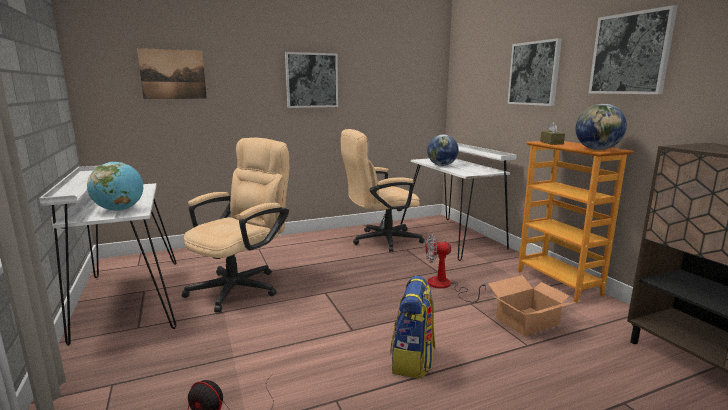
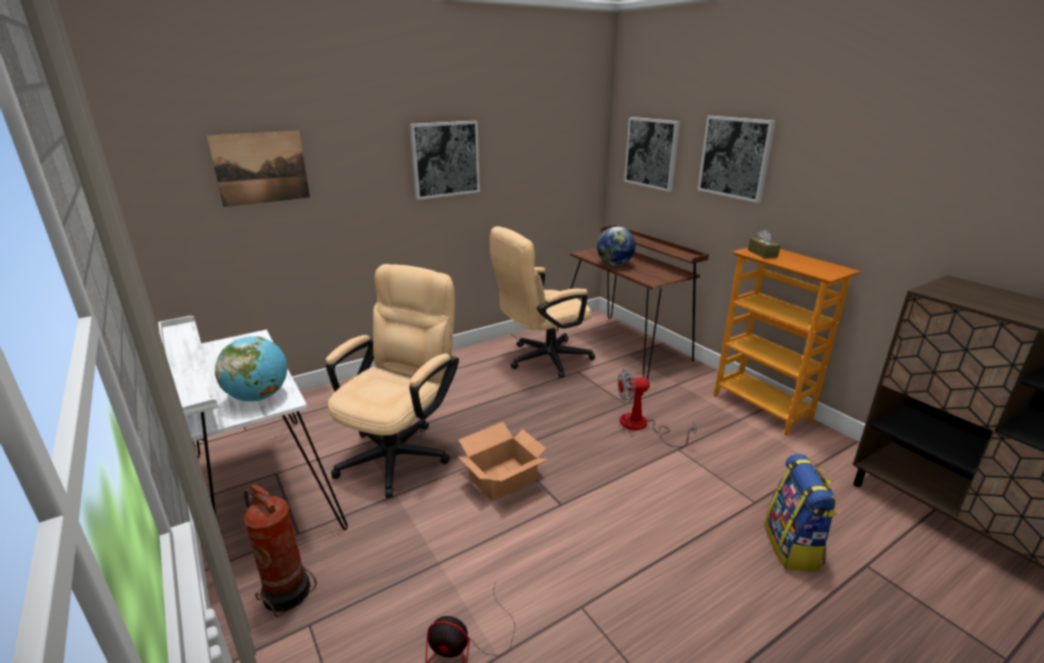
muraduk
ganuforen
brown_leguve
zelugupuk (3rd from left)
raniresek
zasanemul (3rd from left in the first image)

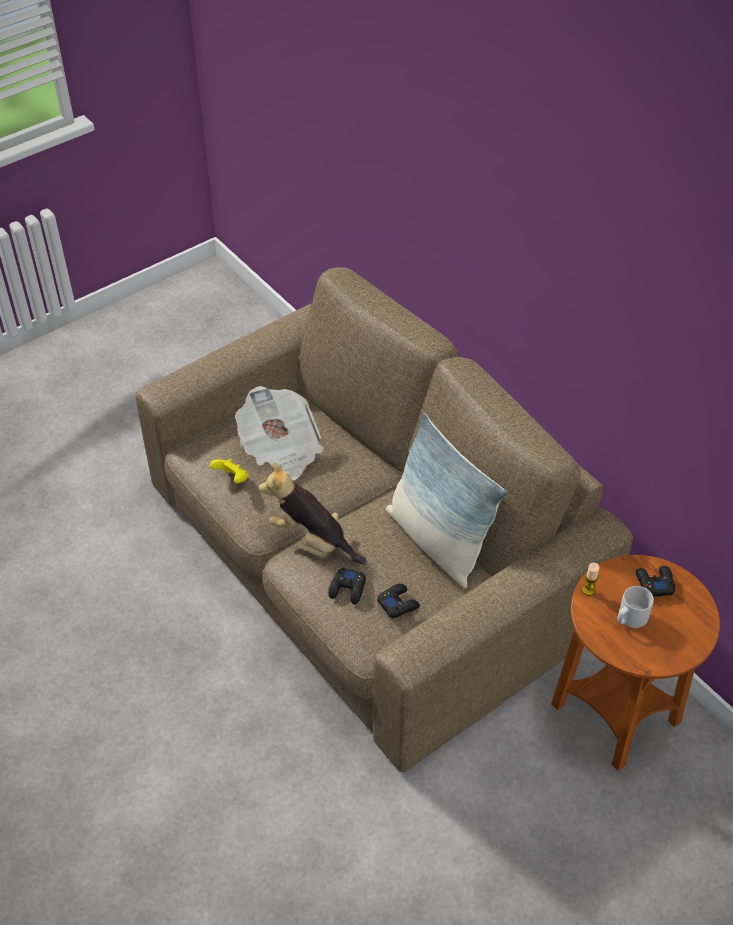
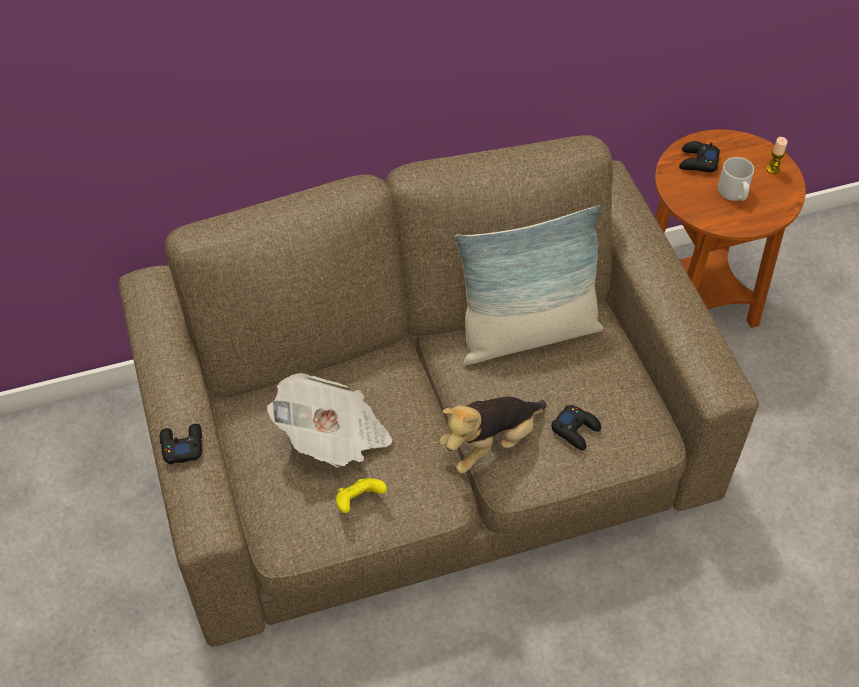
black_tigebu (1st from left)
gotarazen

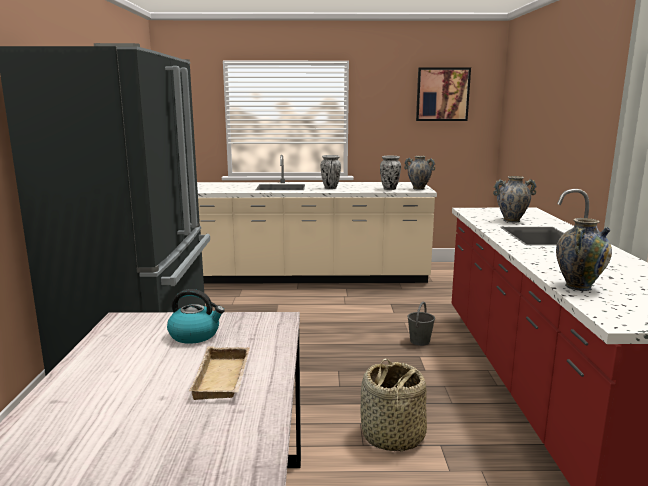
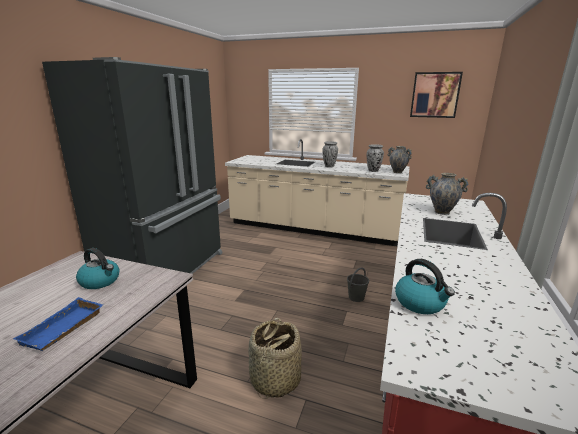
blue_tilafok
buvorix (2nd from left)

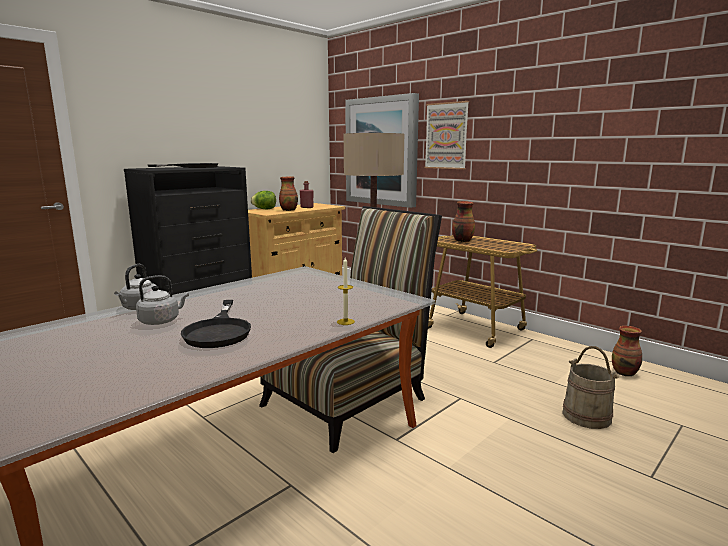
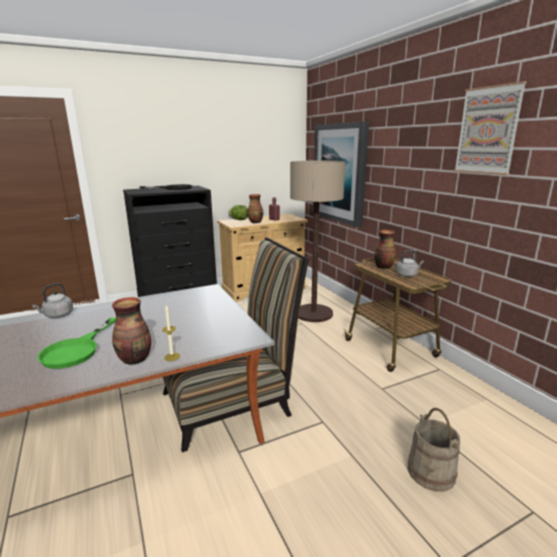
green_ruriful
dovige (1st from left)
grey_buvorix (2nd from left)
zelugupuk (2nd from left)

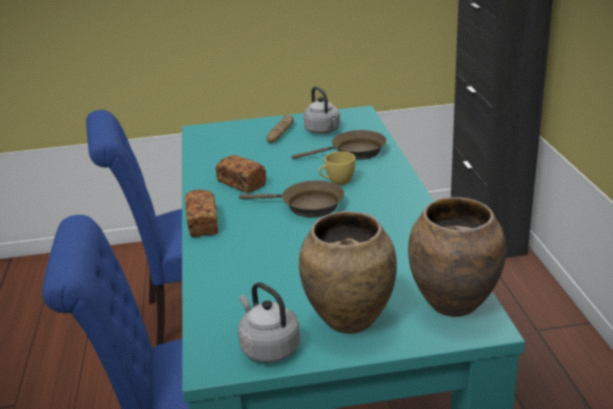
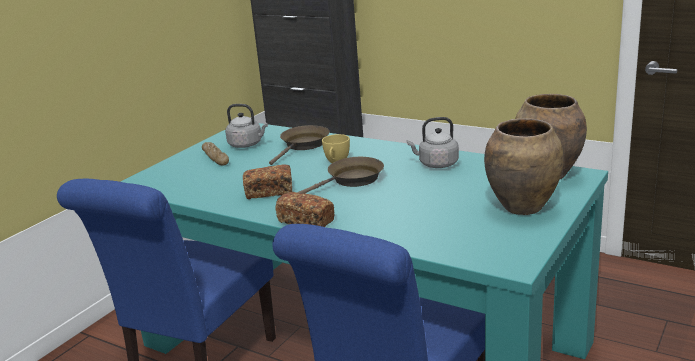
grey_buvorix (2nd from left)

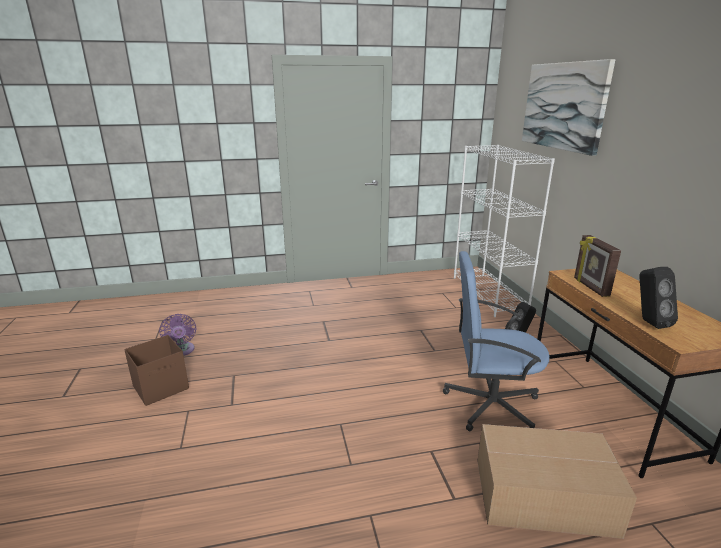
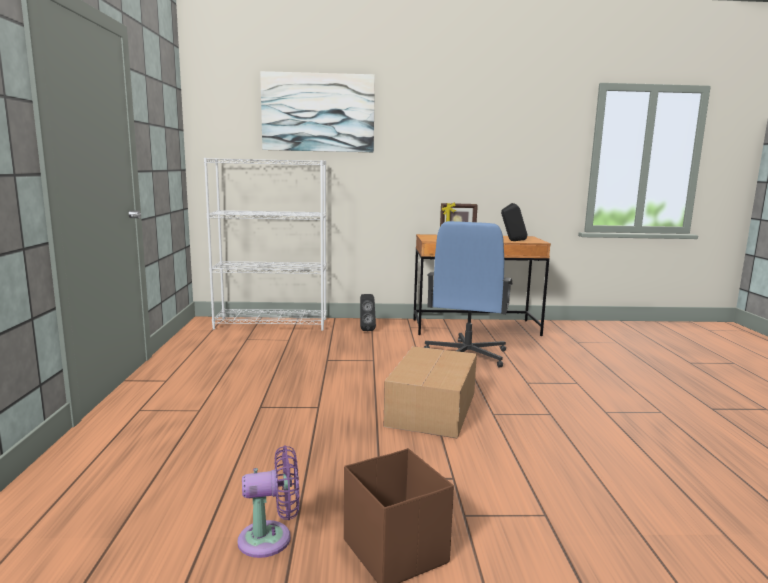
ganuforen

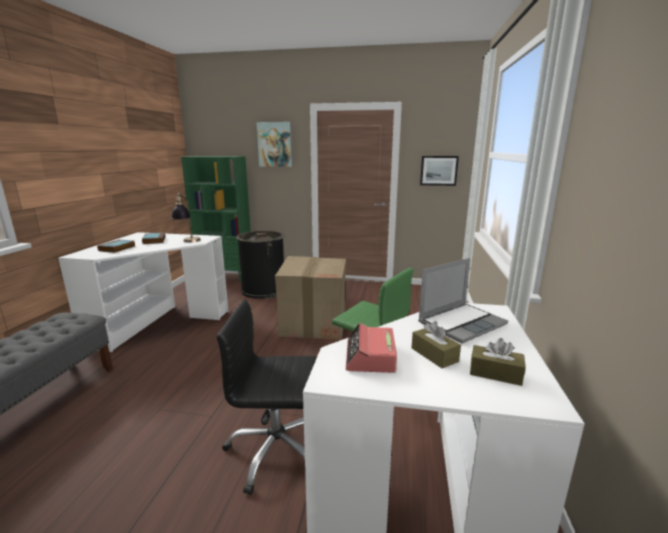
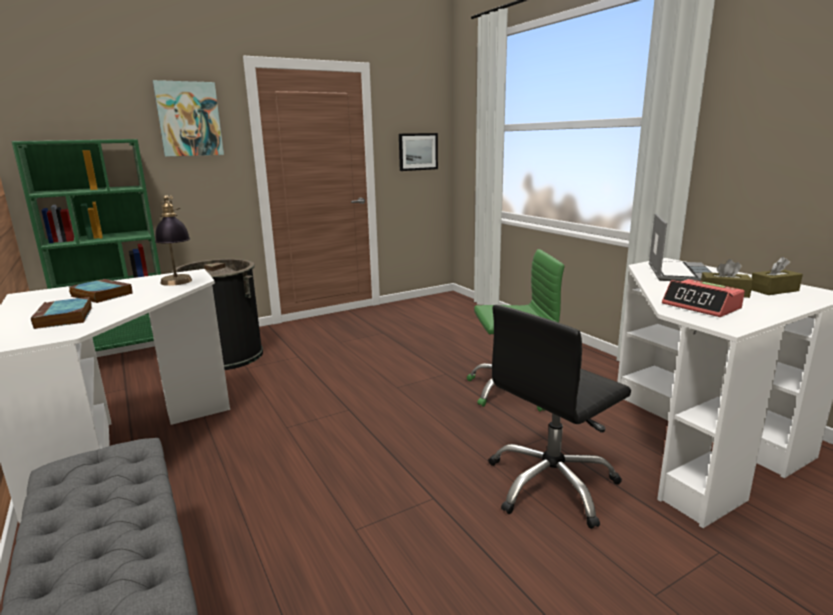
ganuforen

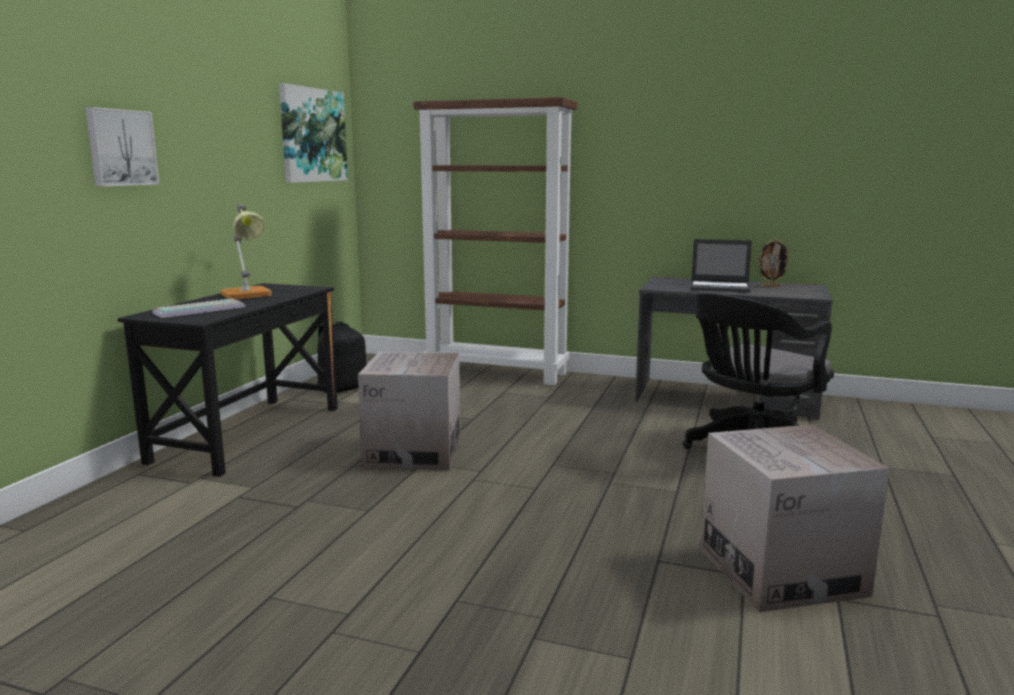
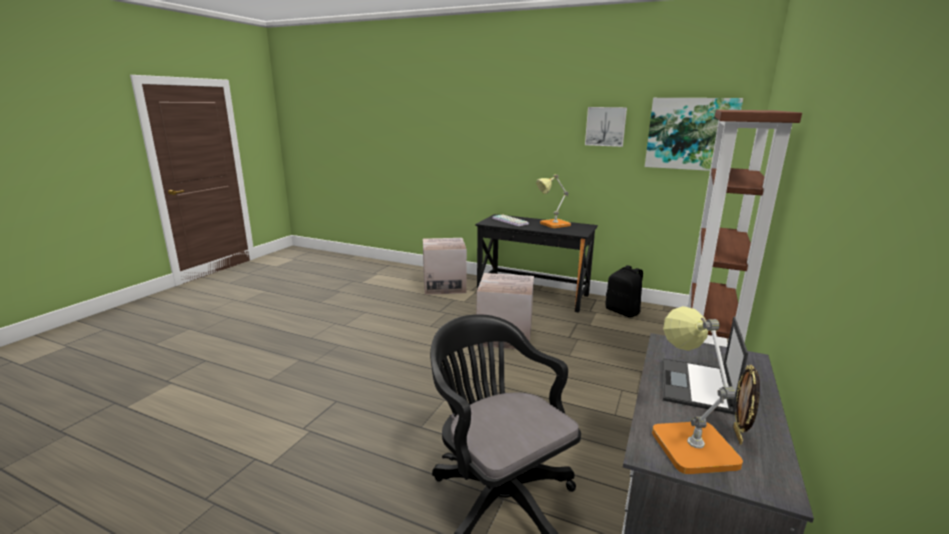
ganuforen (1st from left)
zelugupuk (1st from left)
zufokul (2nd from left)

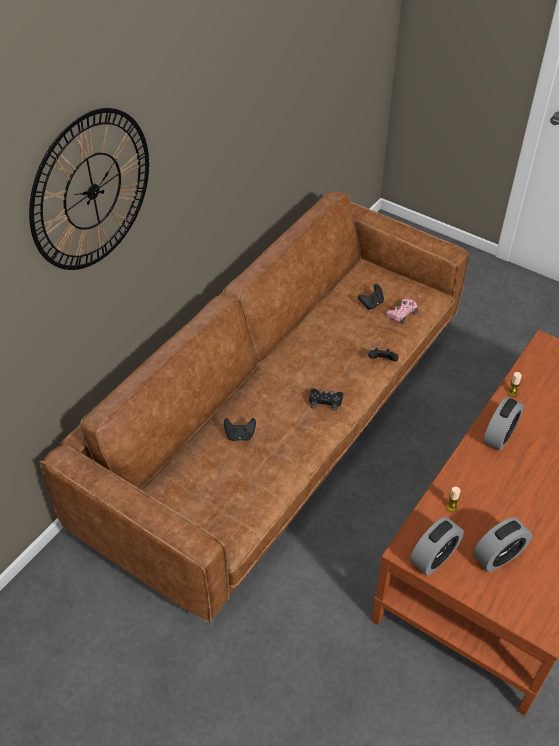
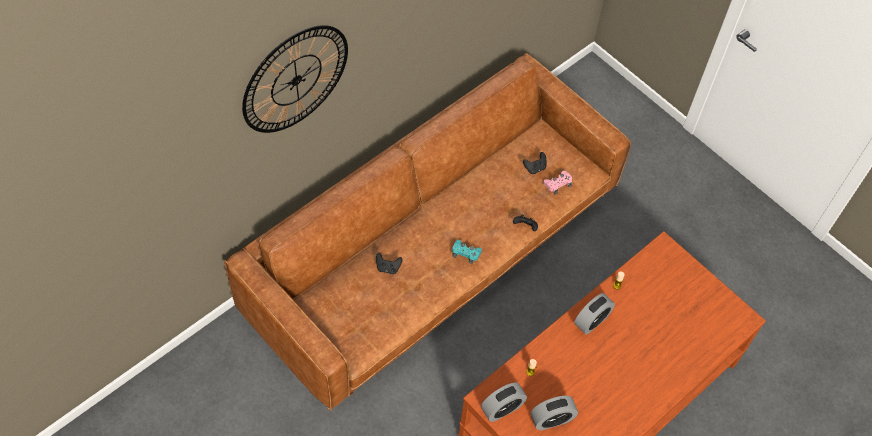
turquoise_tigebu

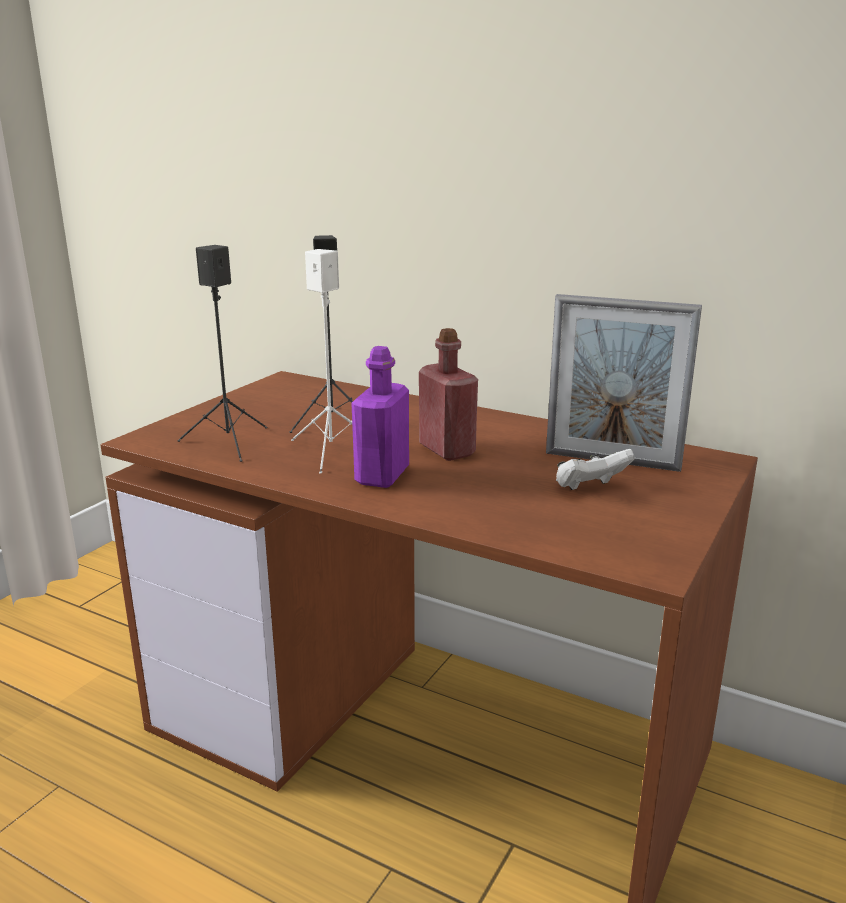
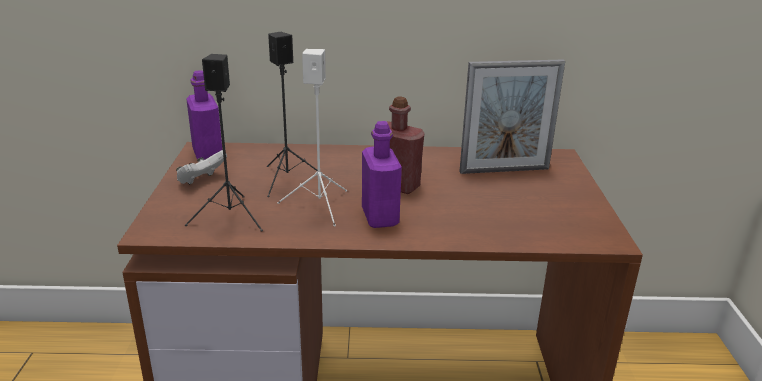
white_tigebu
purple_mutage (1st from left)

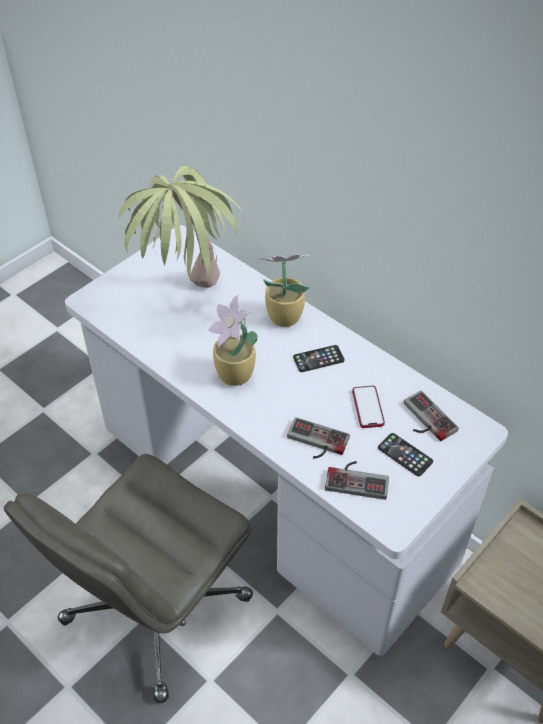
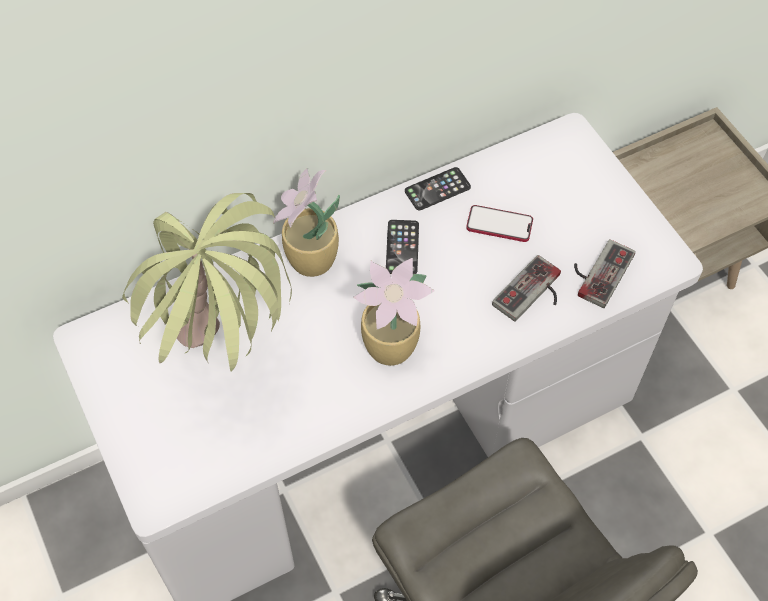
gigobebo (2nd from left)
tigebu (3rd from left in the first image)

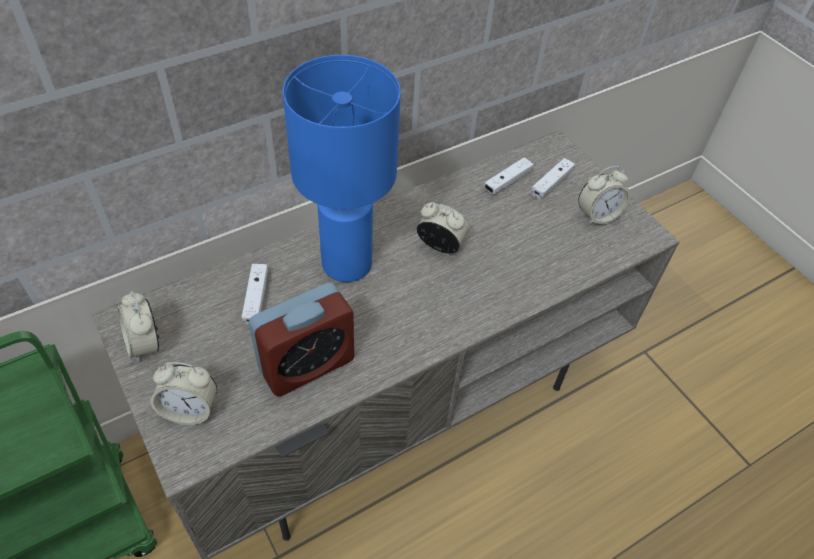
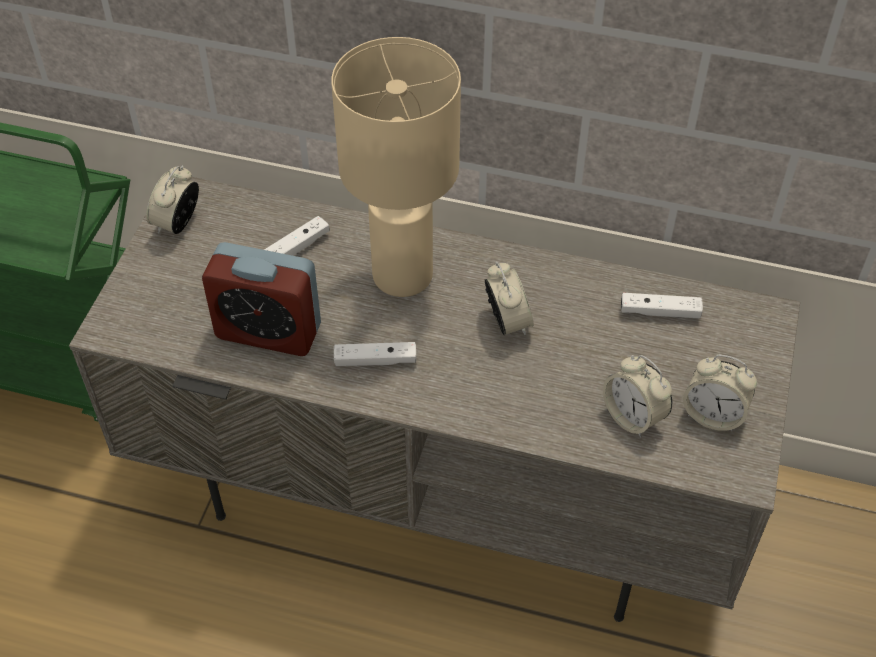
beige_zufokul
white_tigebu (2nd from left)
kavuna (4th from left)

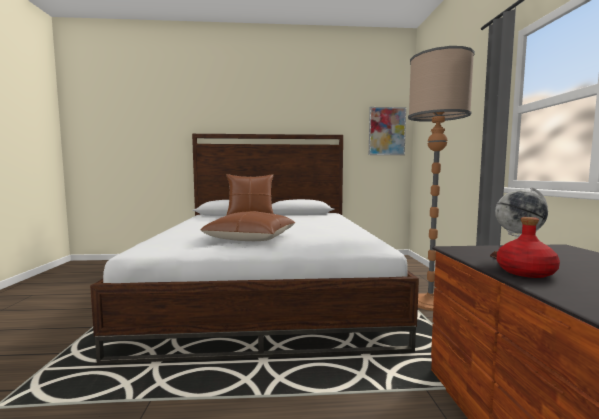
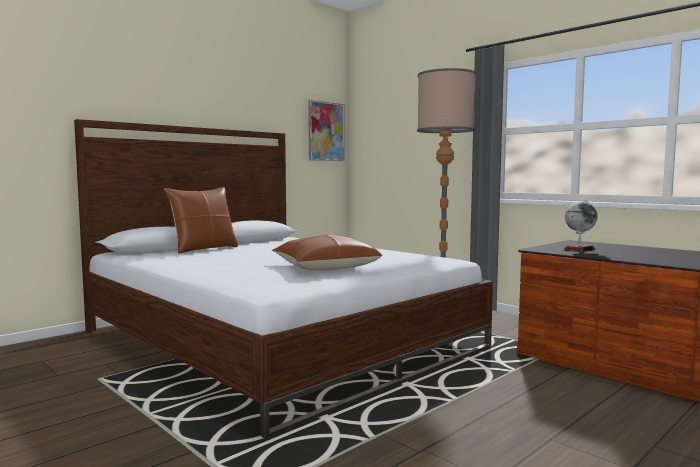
red_mutage

